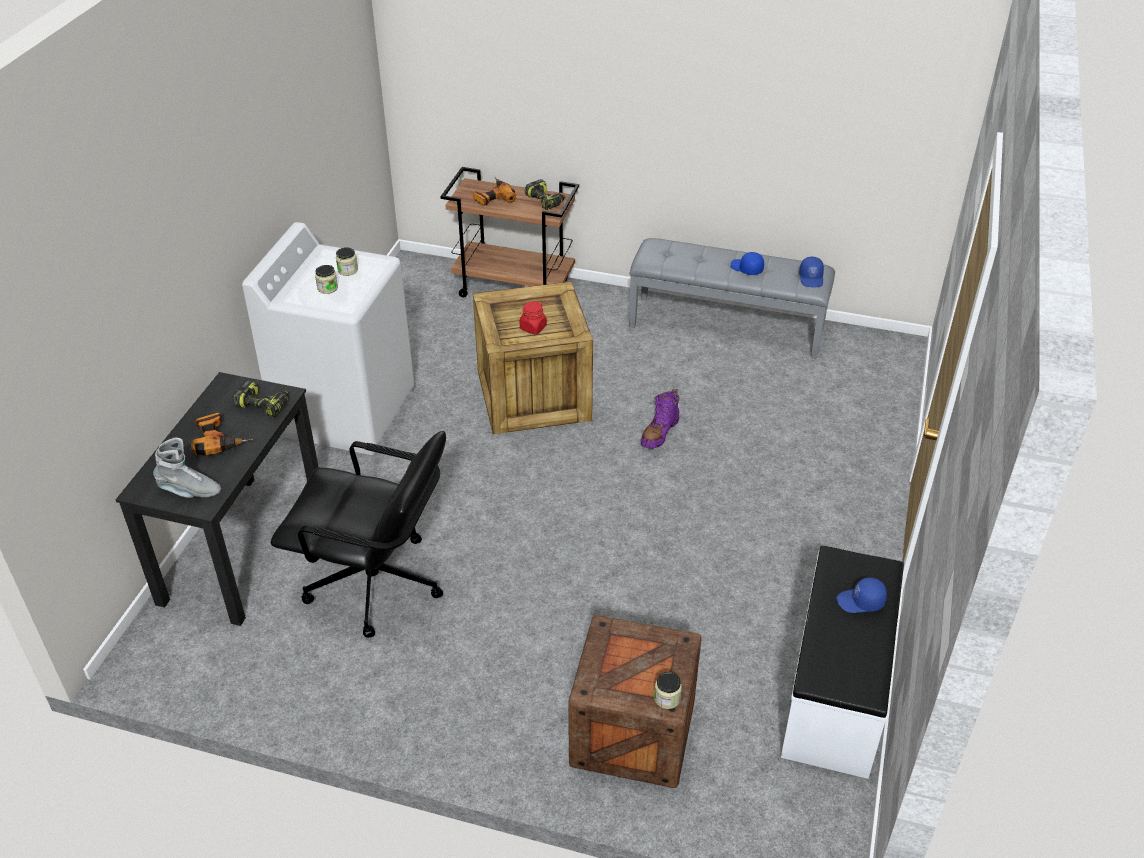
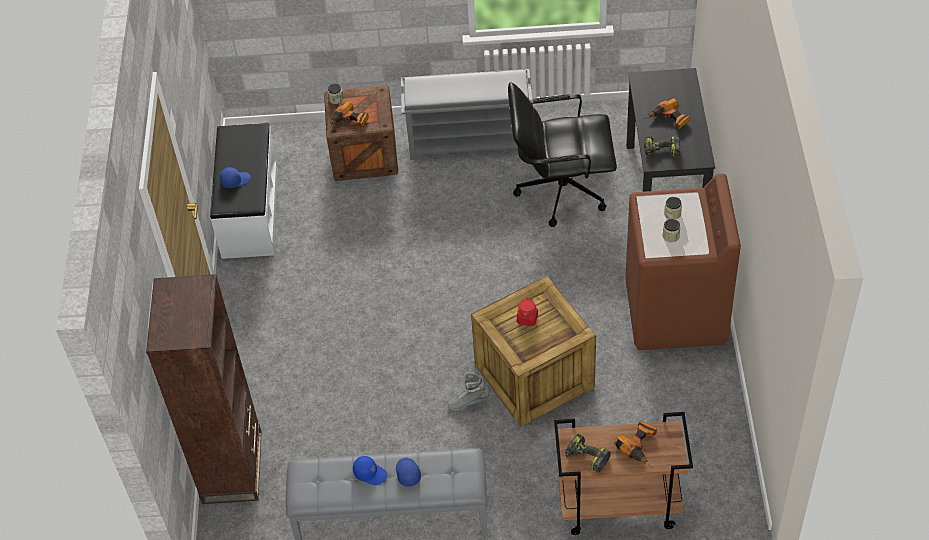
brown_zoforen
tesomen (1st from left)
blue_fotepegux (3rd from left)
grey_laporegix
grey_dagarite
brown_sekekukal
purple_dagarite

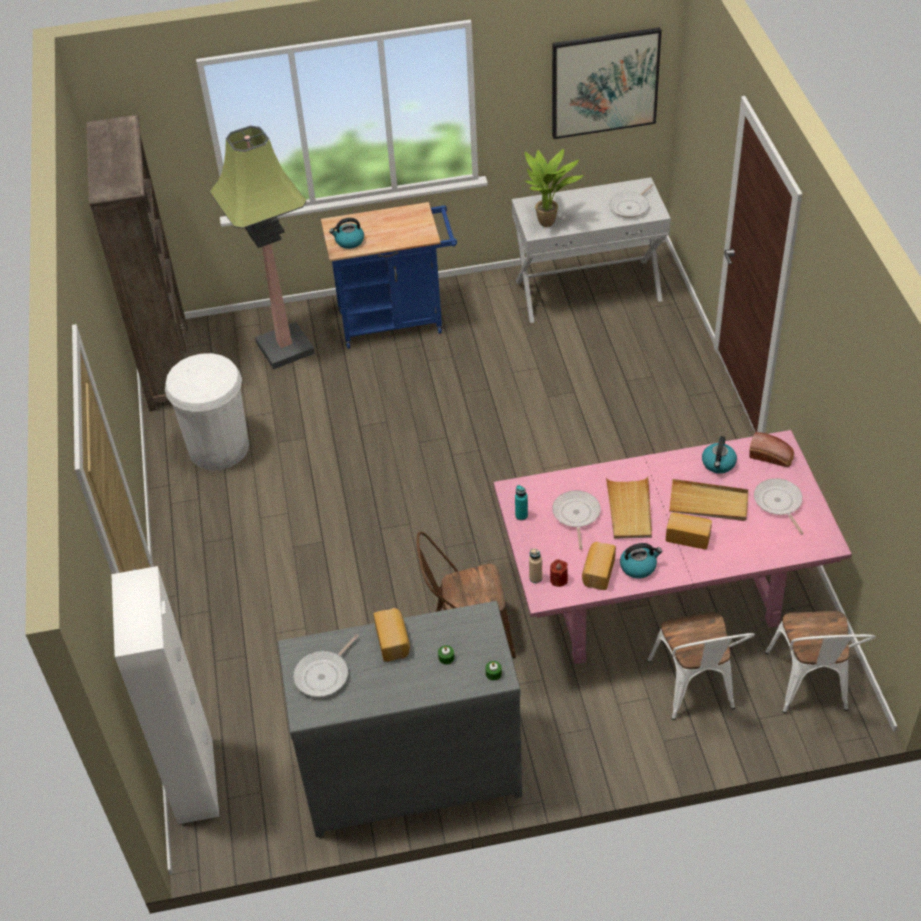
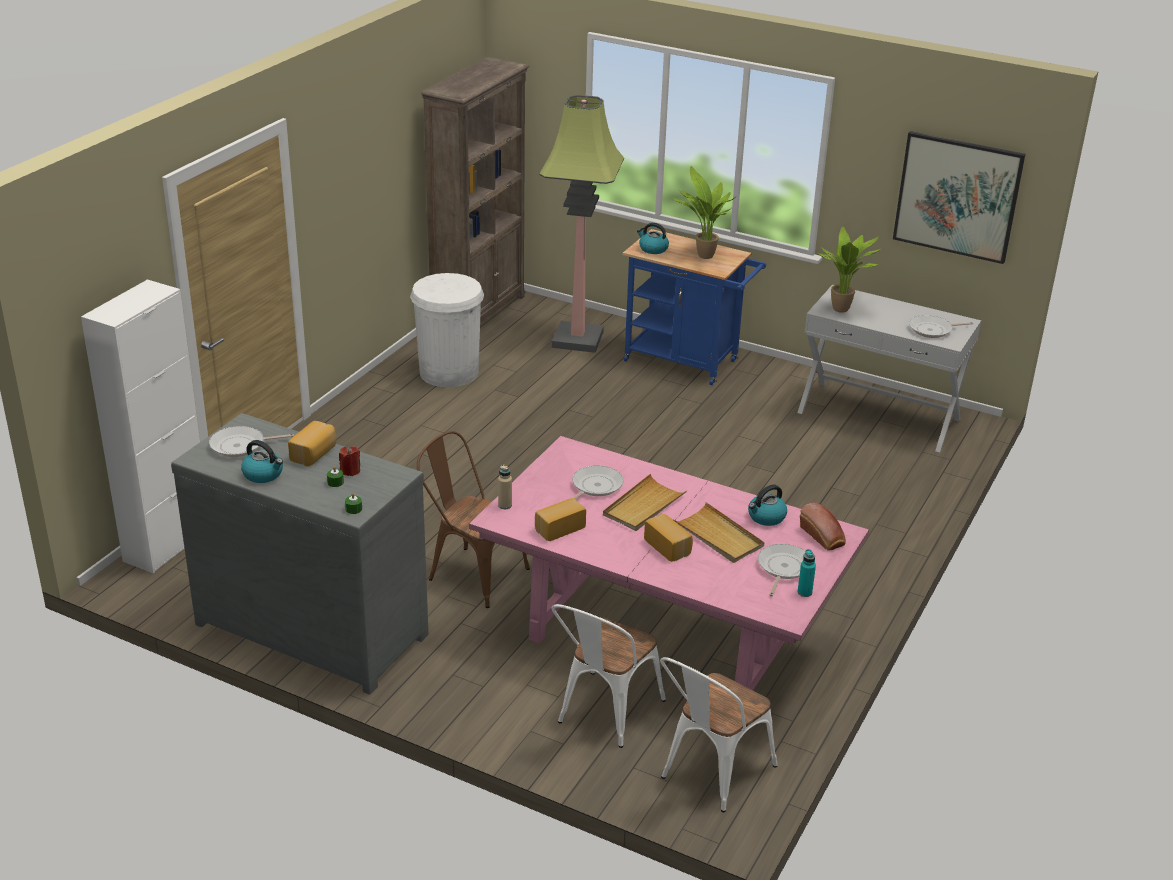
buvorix (1st from left)
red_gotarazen
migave (1st from left)
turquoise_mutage

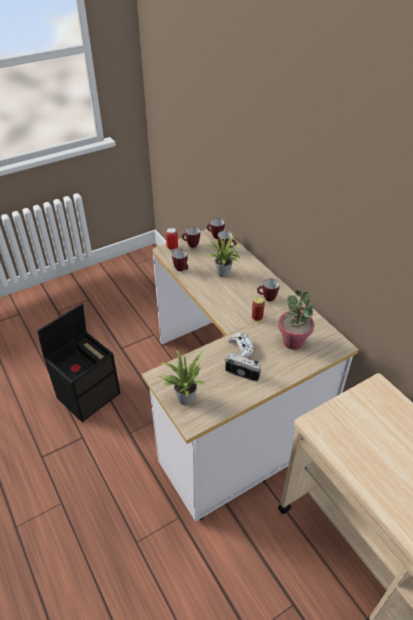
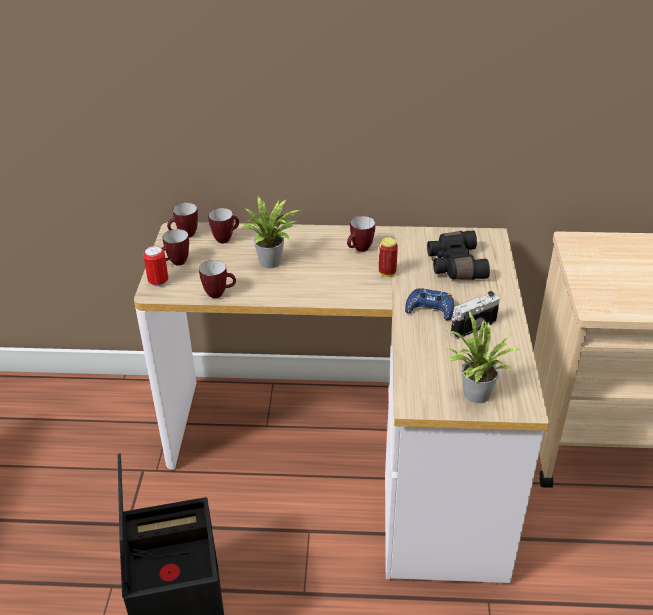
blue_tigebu
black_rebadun

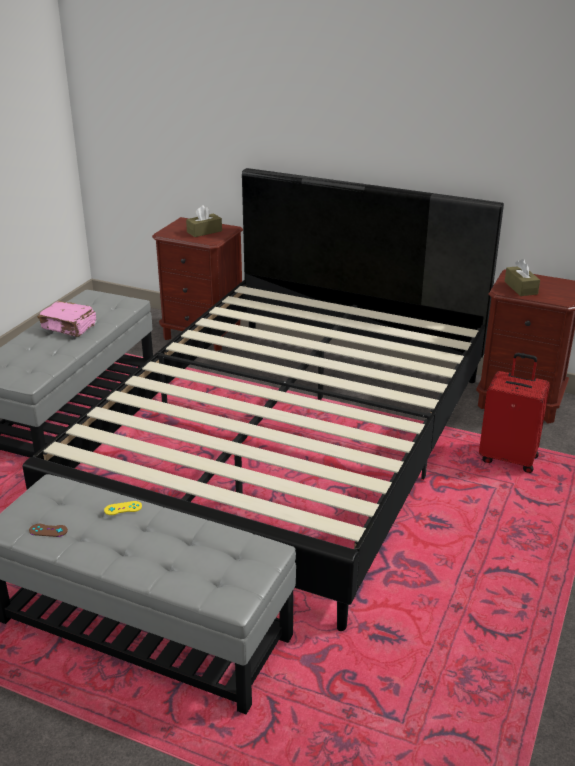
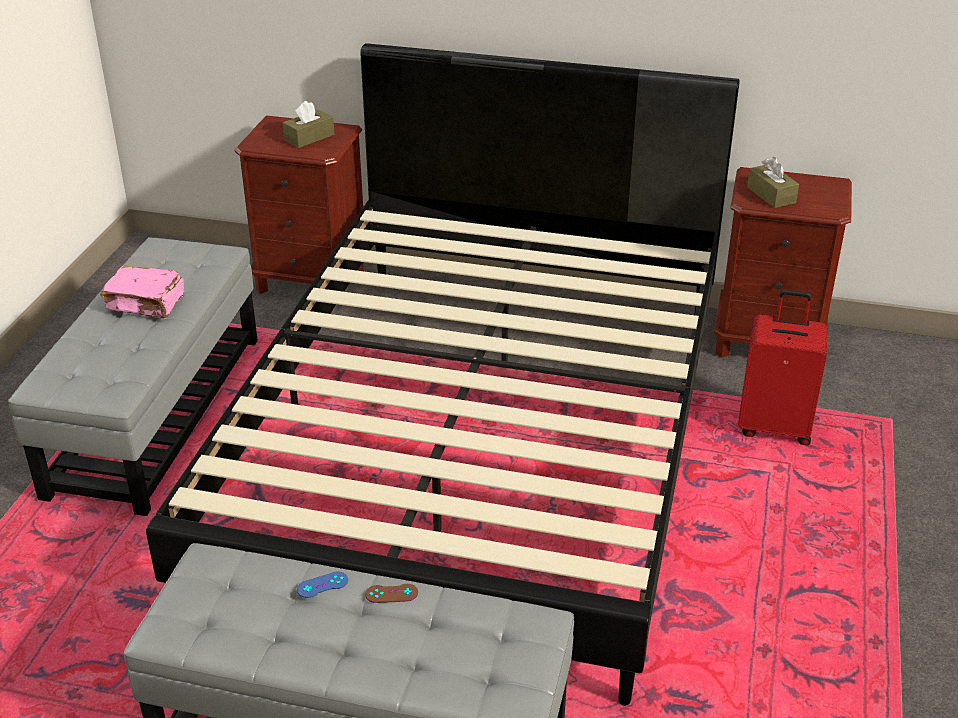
blue_tigebu
brown_tigebu

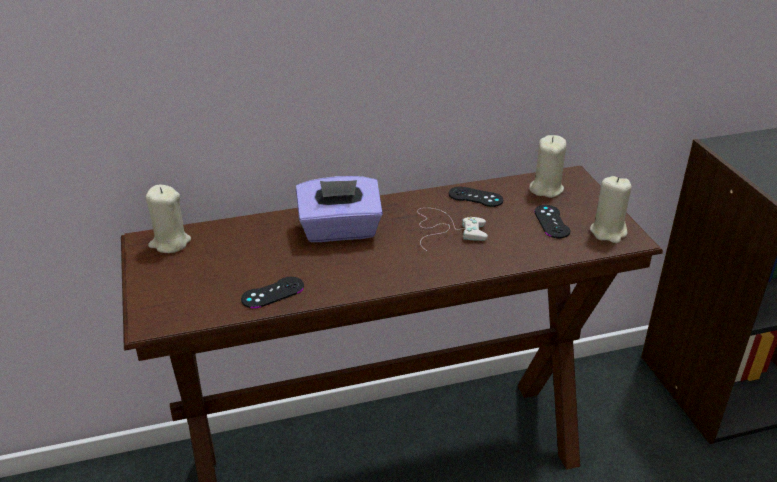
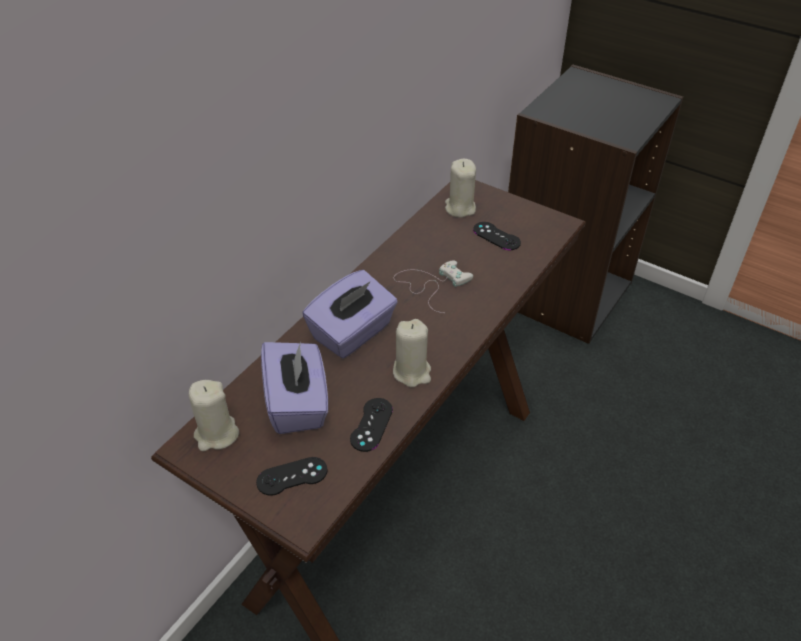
black_tigebu (1st from left)
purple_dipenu (1st from left)
beige_gotarazen (2nd from left)

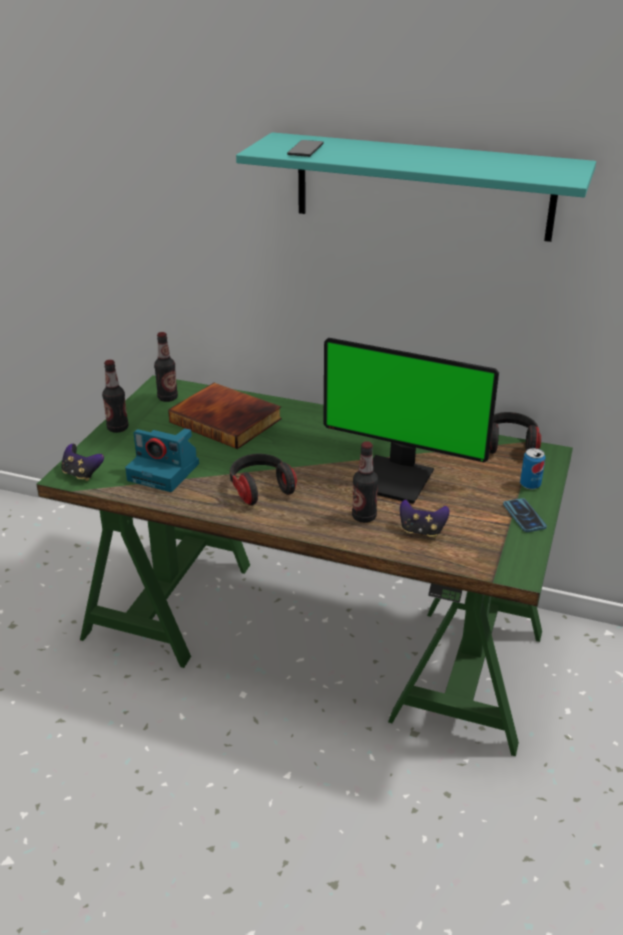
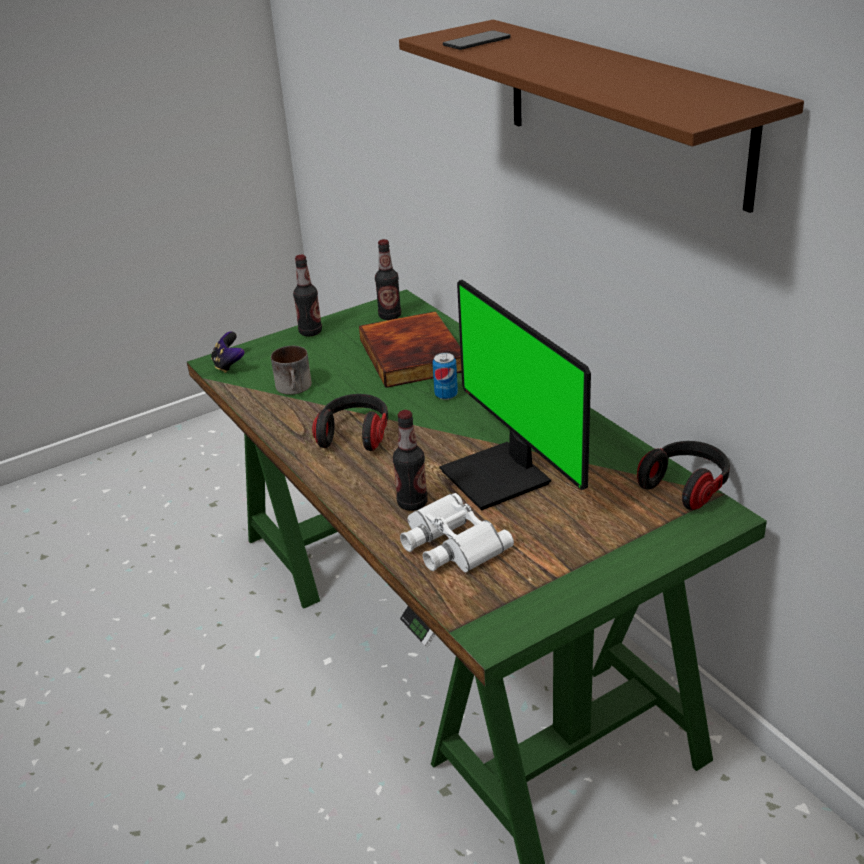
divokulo
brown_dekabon
white_rebadun
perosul
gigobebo (2nd from left in the first image)

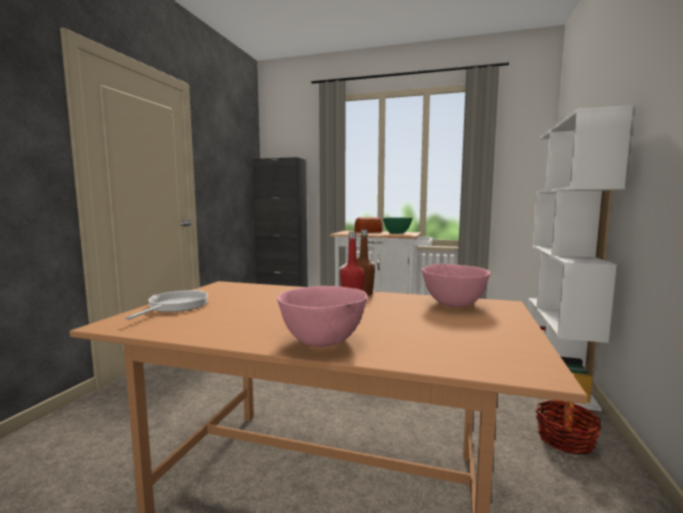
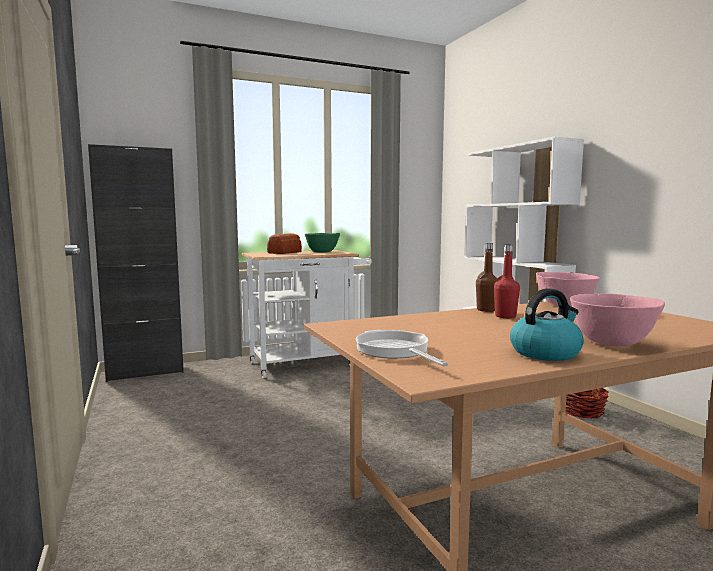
buvorix

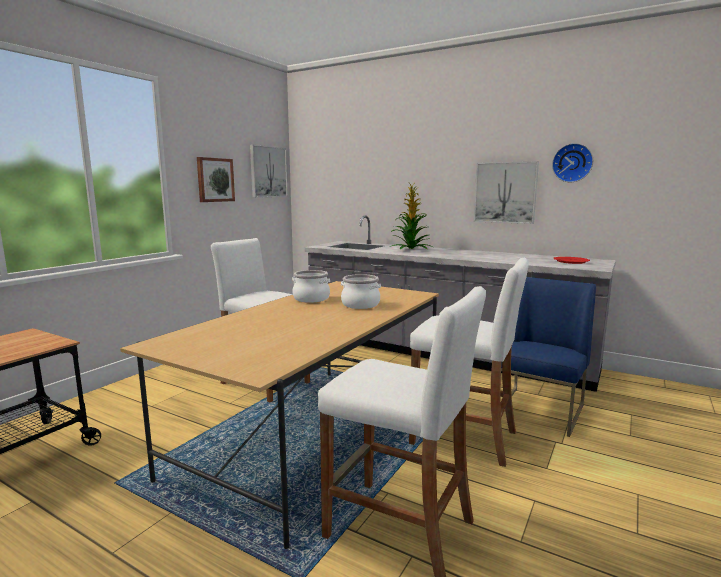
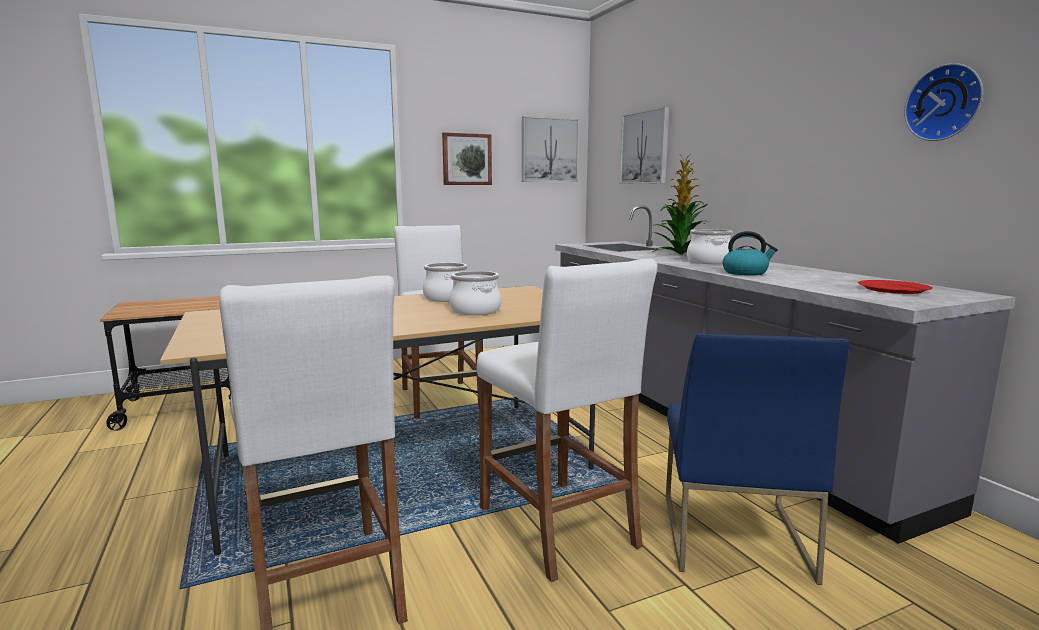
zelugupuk (3rd from left)
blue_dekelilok
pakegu (3rd from left)
buvorix

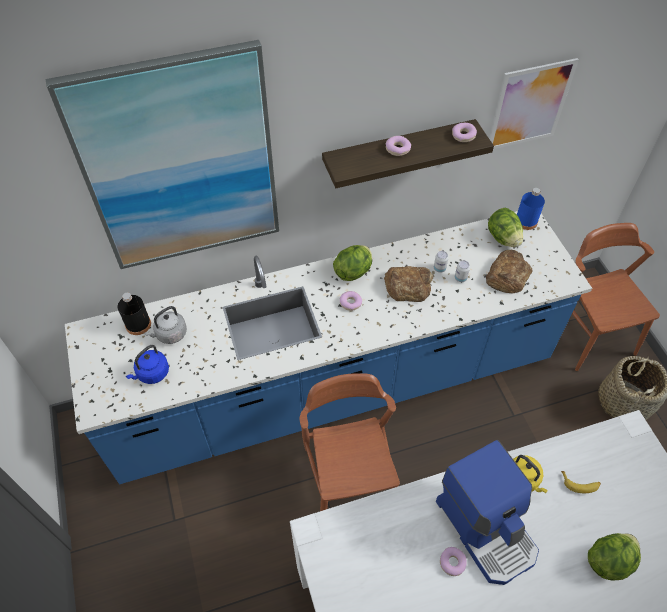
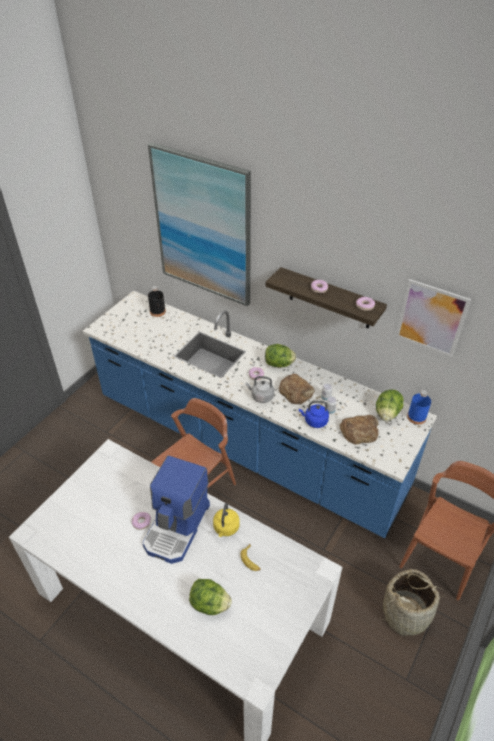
grey_buvorix
blue_buvorix

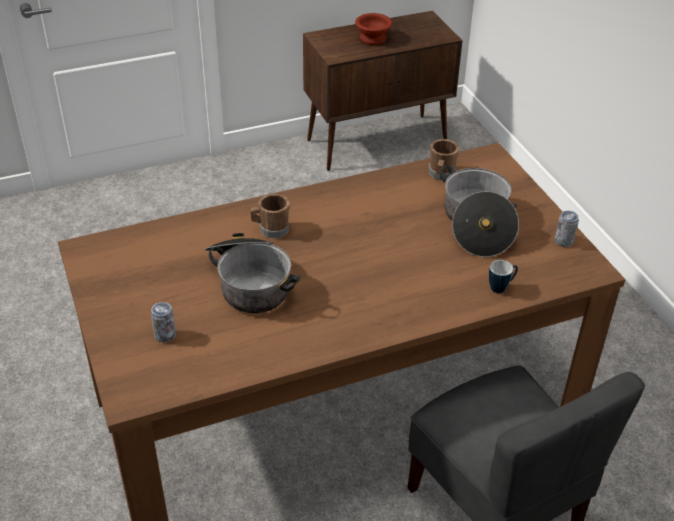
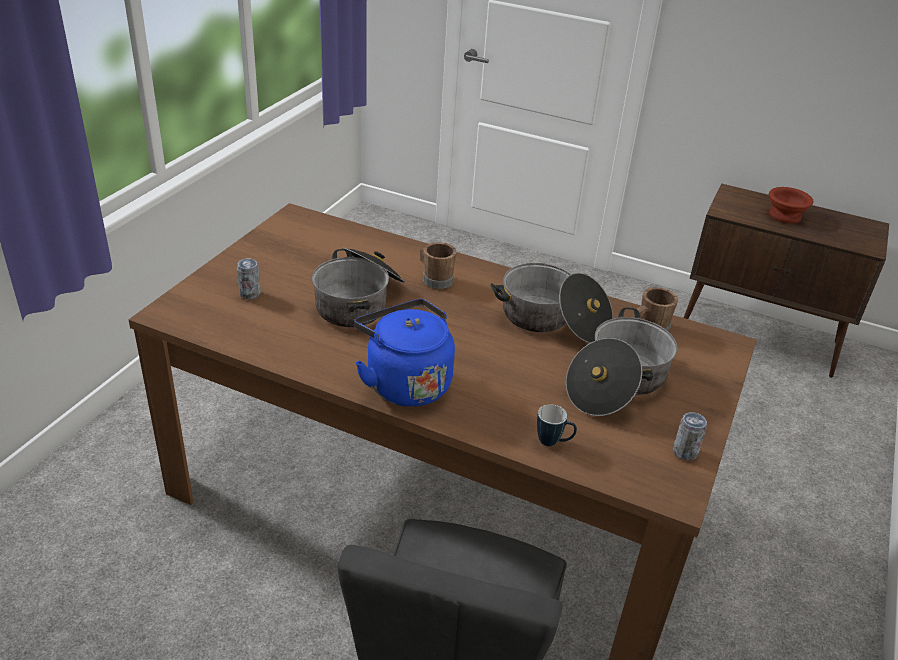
blue_buvorix
pakegu (2nd from left)

